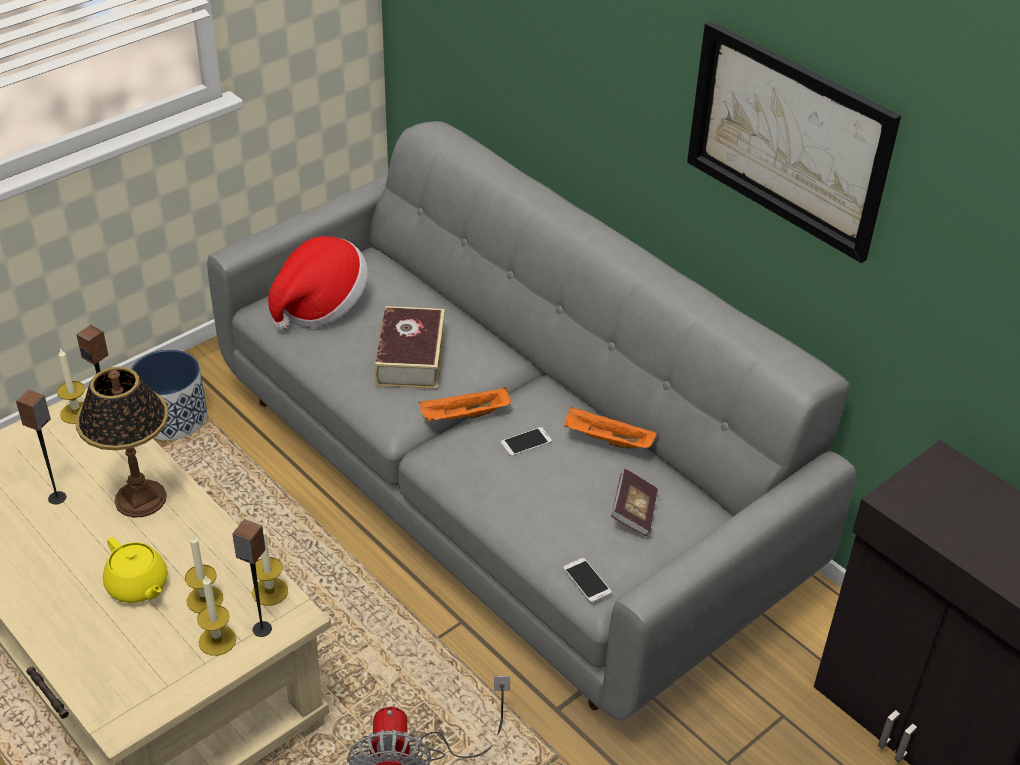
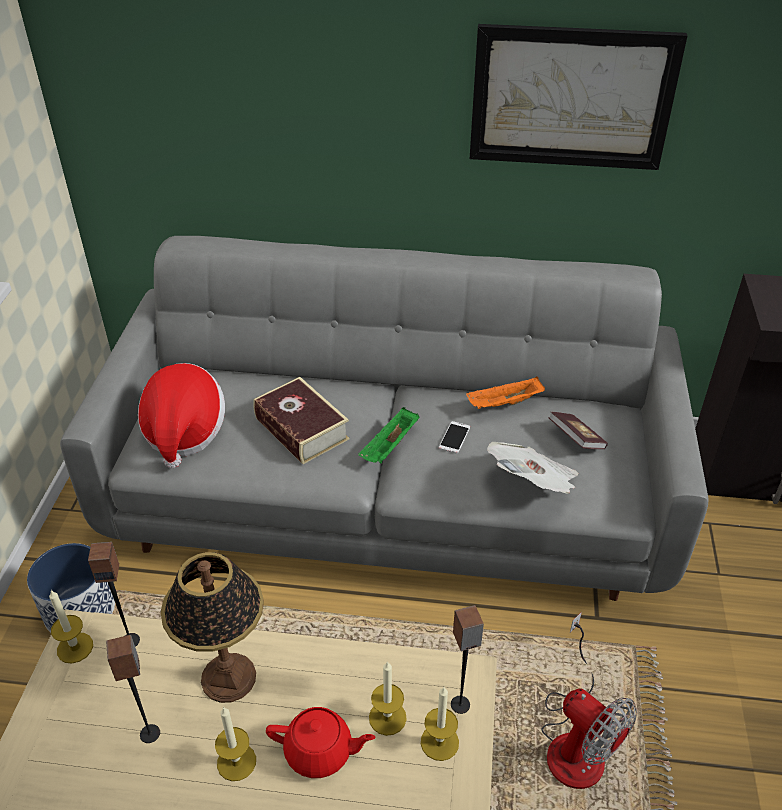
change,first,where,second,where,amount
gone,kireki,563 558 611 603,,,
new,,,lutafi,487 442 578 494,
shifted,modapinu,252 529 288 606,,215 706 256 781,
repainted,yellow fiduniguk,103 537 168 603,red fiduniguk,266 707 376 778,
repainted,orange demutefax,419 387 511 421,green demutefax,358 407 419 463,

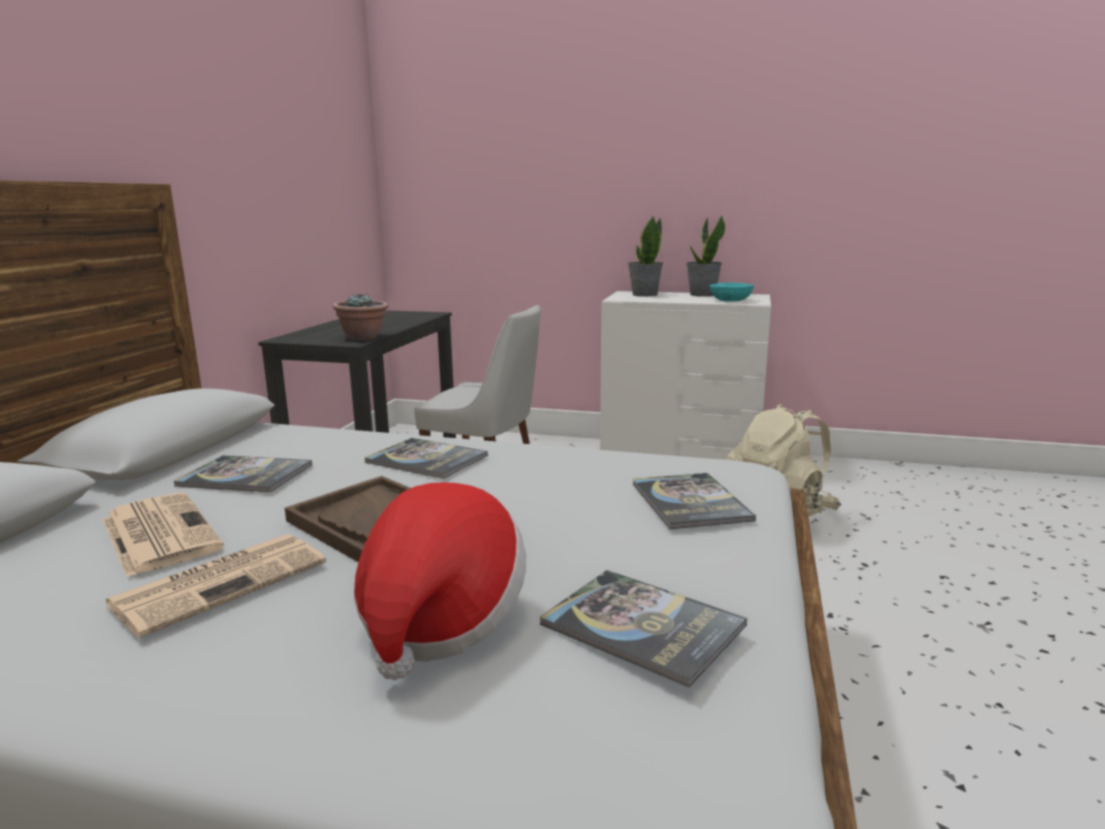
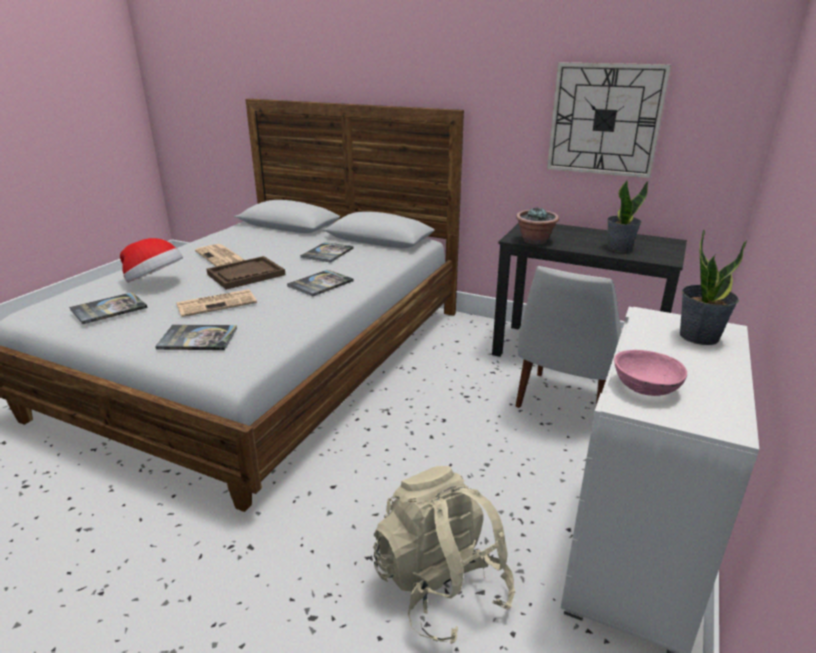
change,first,where,second,where,amount
new,,,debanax,547 62 671 178,
shifted,lutafi,103 493 224 577,,176 289 257 317,
shifted,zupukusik,686 215 725 297,,607 180 648 252,
repainted,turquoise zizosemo,709 283 754 302,pink zizosemo,614 350 687 396,

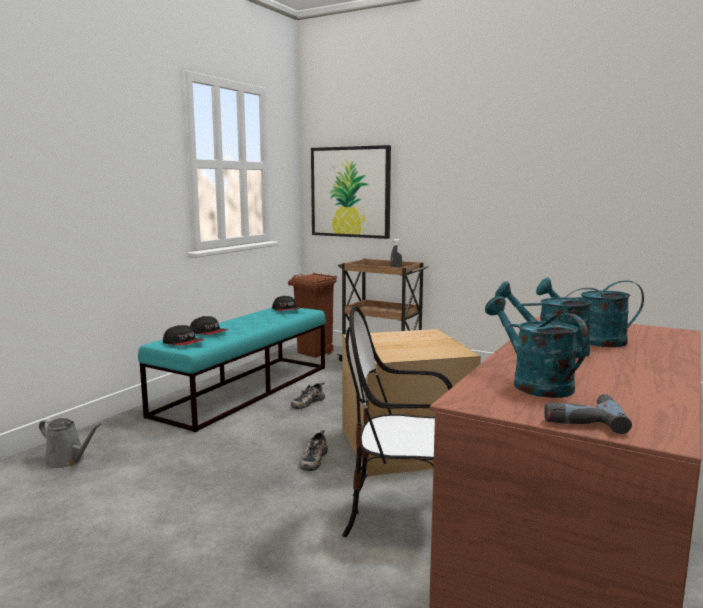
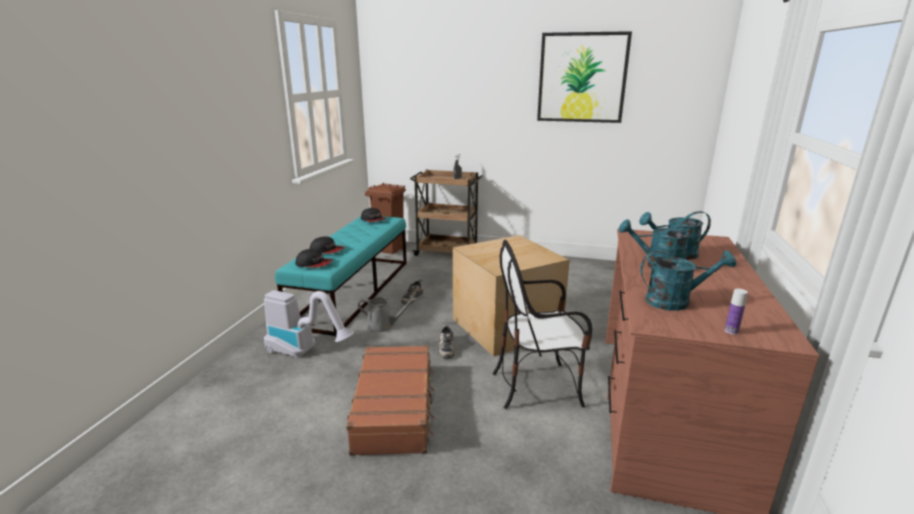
change,first,where,second,where,amount
new,,,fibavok,264 290 354 358,
new,,,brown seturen,346 345 434 456,
shifted,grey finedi,39 418 101 469,,358 297 416 333,
shifted,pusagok,311 145 391 239,,537 31 632 123,
swapped,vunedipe,544 394 632 434,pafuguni,725 289 748 335,
rotated,turquoise finedi,485 296 589 398,,640 250 736 311,135 degrees clockwise

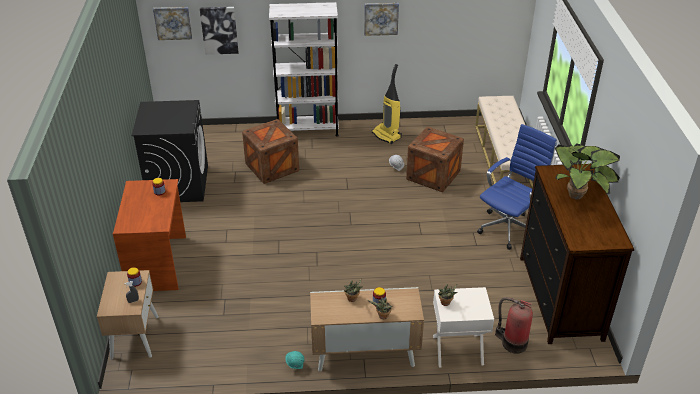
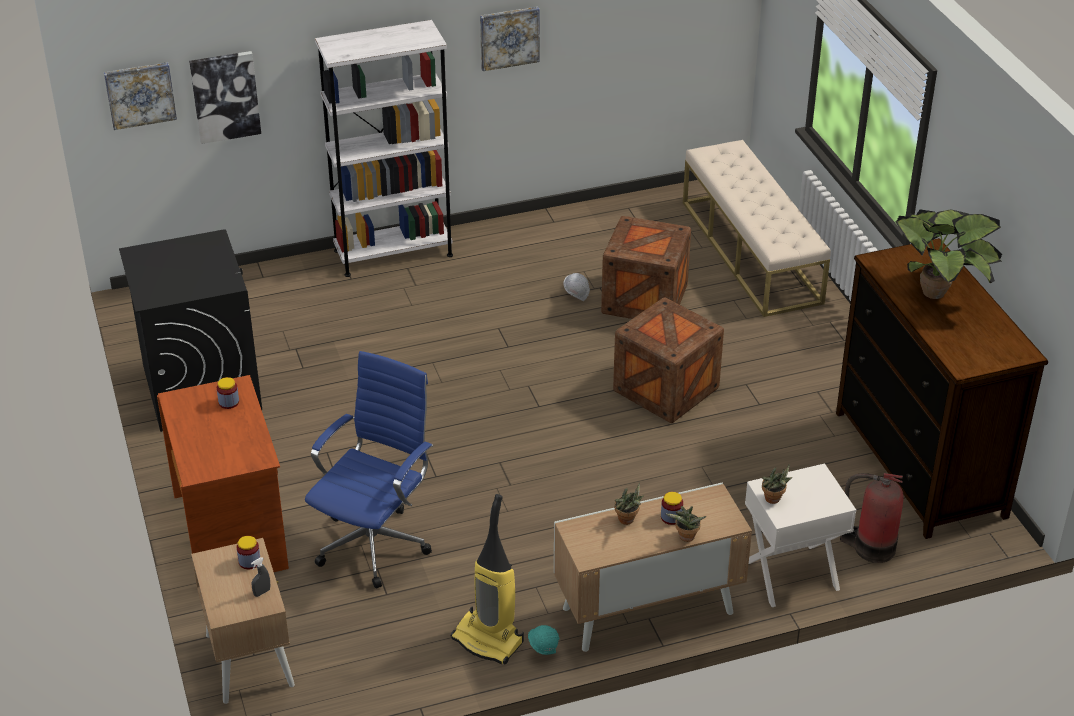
change,first,where,second,where,amount
shifted,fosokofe,242 119 299 184,,613 297 724 423,
shifted,fibavok,371 64 402 144,,451 494 524 664,
shifted,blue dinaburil,477 124 557 250,,305 351 433 588,

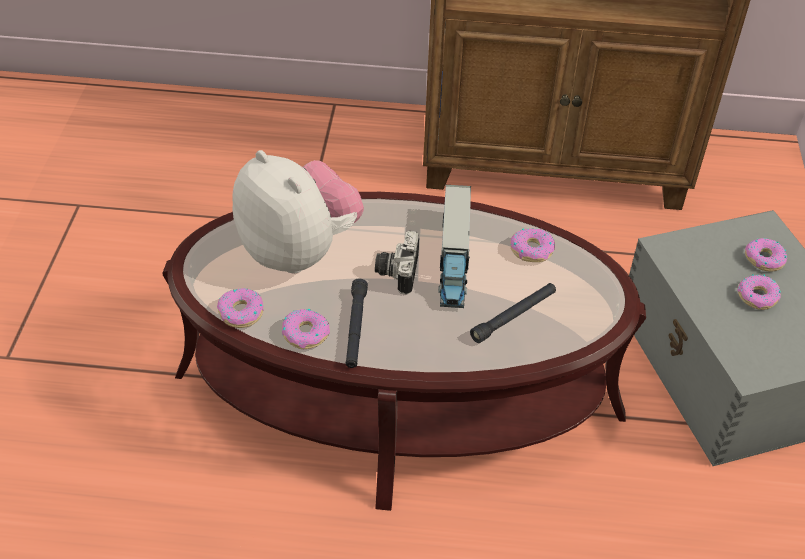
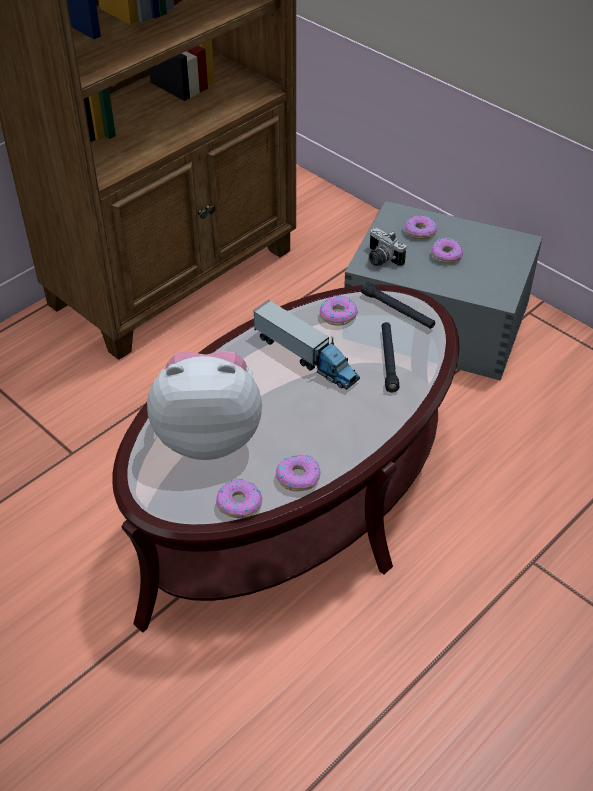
change,first,where,second,where,amount
shifted,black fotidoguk,345 279 368 368,,361 282 435 329,
shifted,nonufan,375 231 419 295,,369 228 406 267,

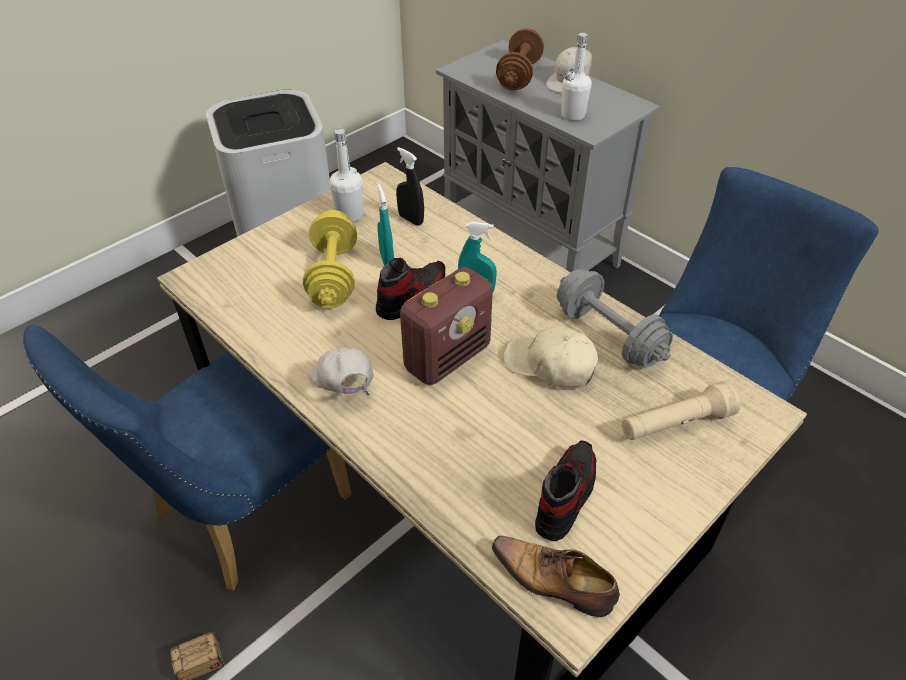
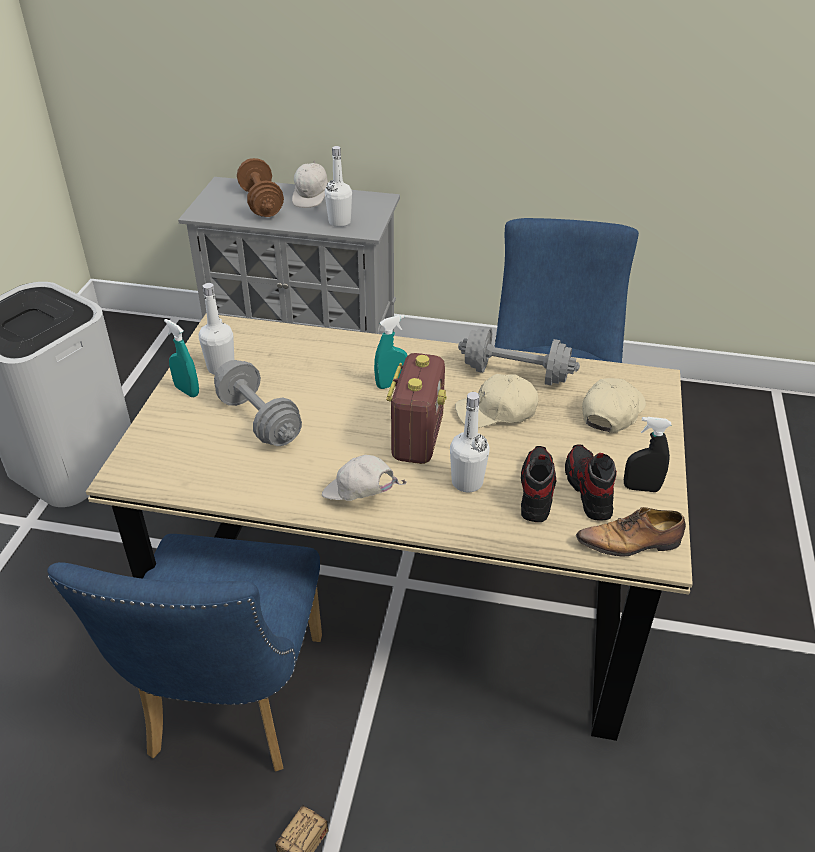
change,first,where,second,where,amount
new,,,white pafuguni,450 392 490 492,
shifted,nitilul,376 258 445 320,,521 446 556 522,
shifted,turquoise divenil,377 184 394 266,,164 319 199 397,
shifted,black divenil,396 147 424 226,,624 417 671 492,
swapped,beige fotidoguk,622 381 740 440,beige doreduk,582 378 646 433,
repainted,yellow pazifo,303 210 357 308,grey pazifo,214 360 302 446,

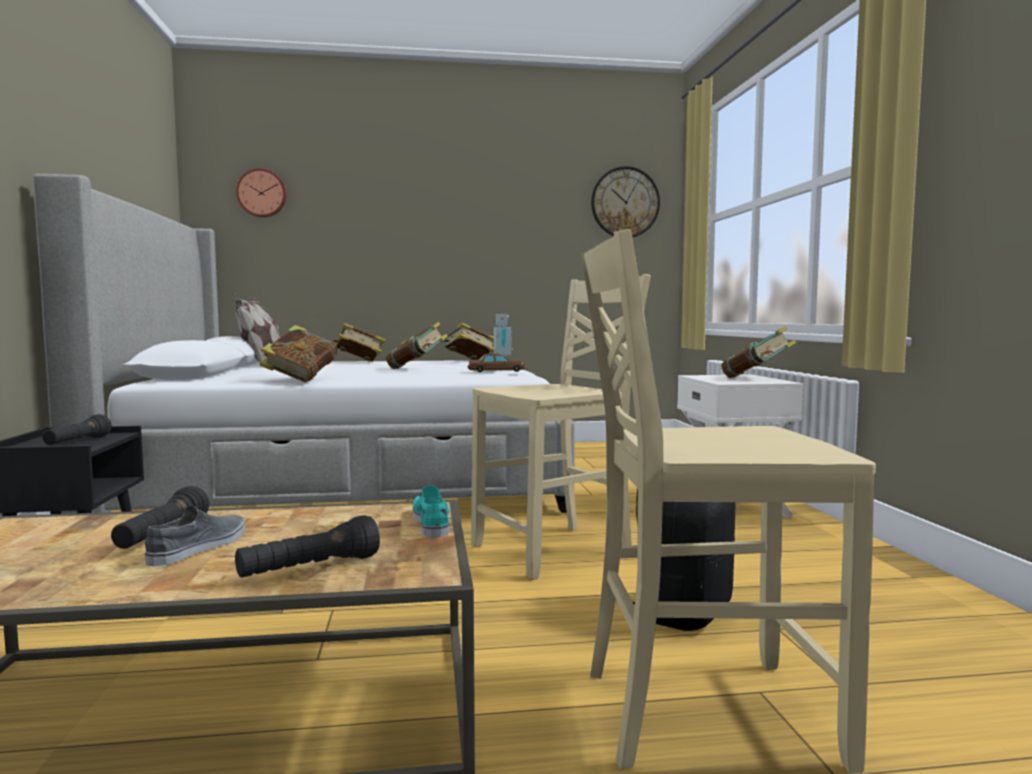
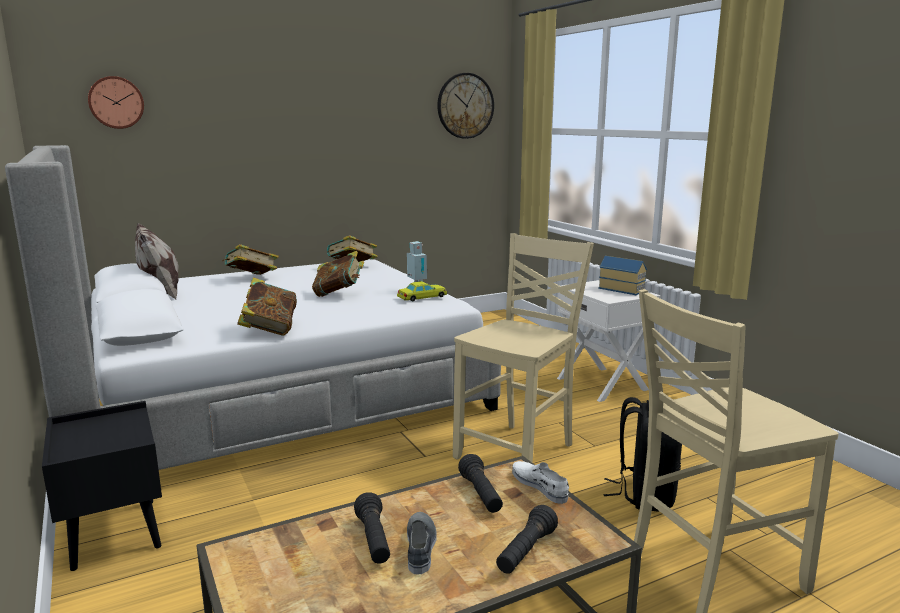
change,first,where,second,where,amount
shifted,black fotidoguk,42 414 112 445,,458 454 503 513,
swapped,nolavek,721 326 796 378,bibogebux,598 256 647 295,
repainted,turquoise nitilul,413 485 449 538,white nitilul,512 461 569 504,
repainted,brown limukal,468 354 525 372,yellow limukal,397 281 447 301,

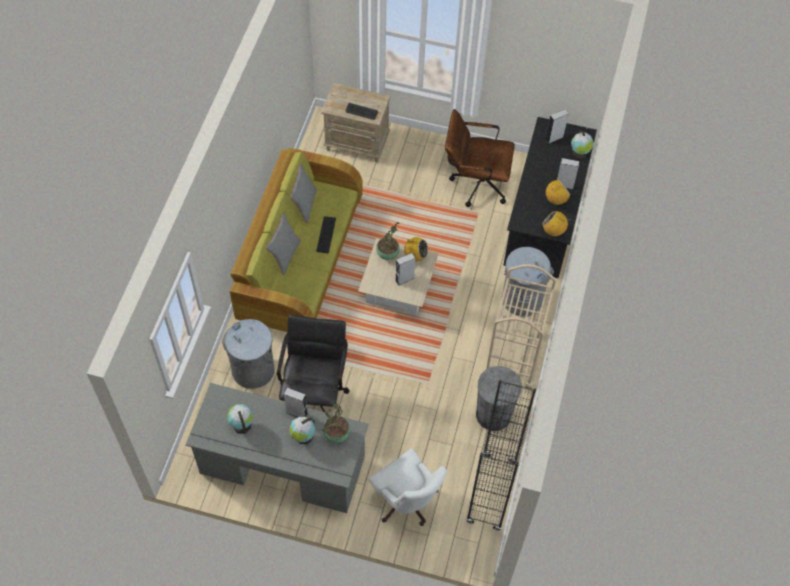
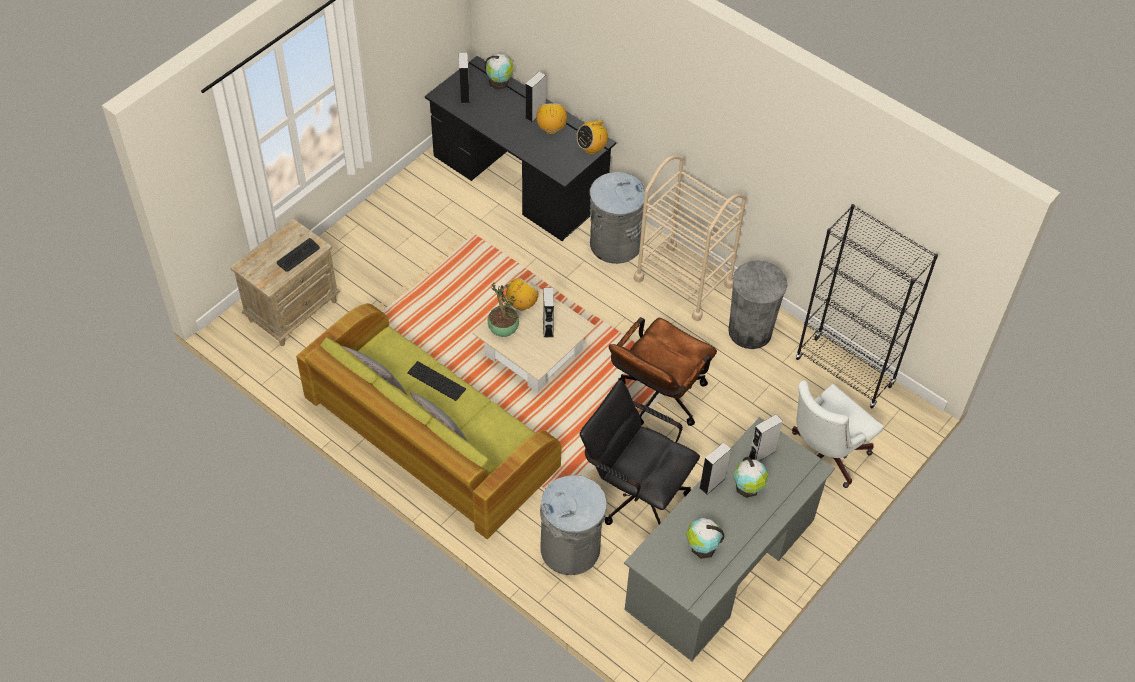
change,first,where,second,where,amount
shifted,brown dinaburil,445 109 515 207,,609 317 717 426,
swapped,zupukusik,322 403 350 443,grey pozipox,748 414 783 461,
rotated,white dinaburil,369 448 447 526,,792 380 883 488,150 degrees clockwise

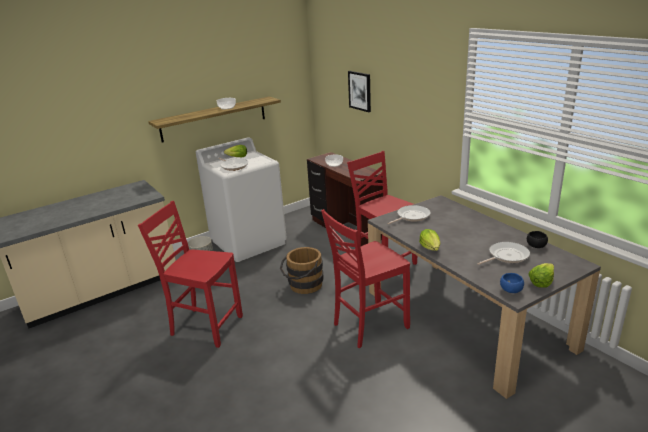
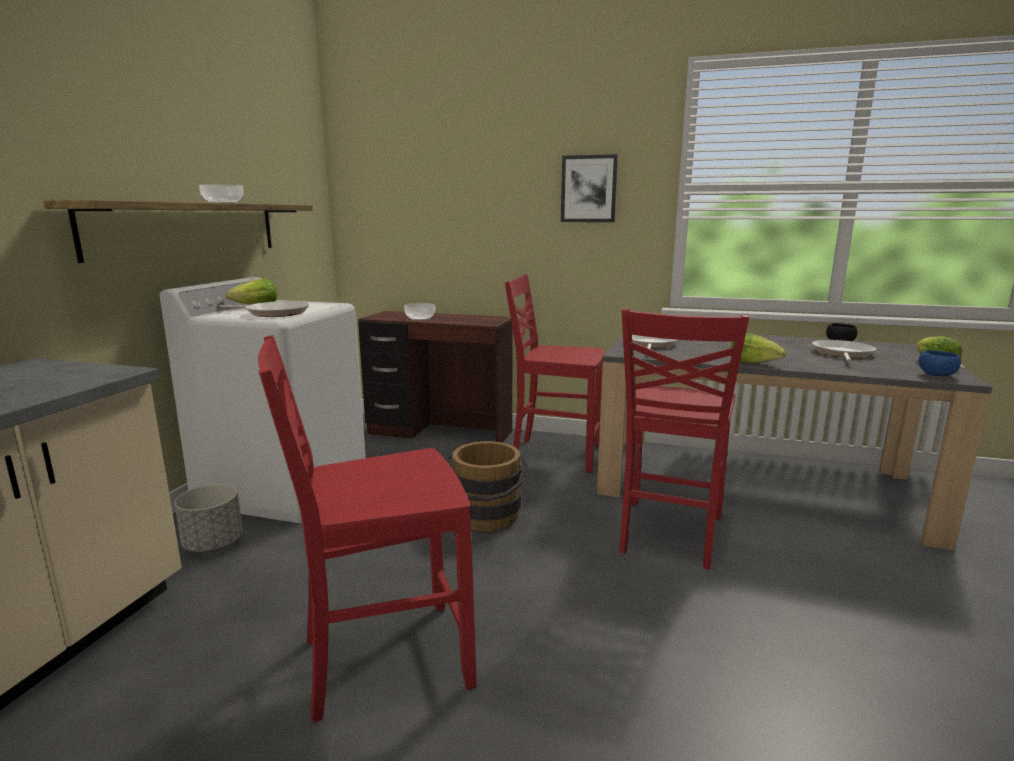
change,first,where,second,where,amount
shifted,pusagok,348 71 371 112,,561 154 618 222,

